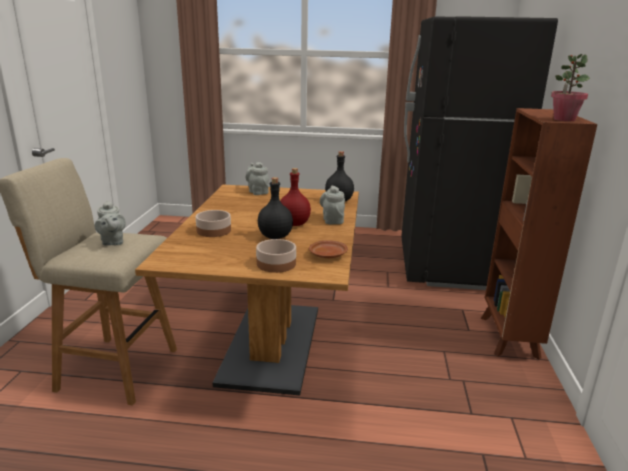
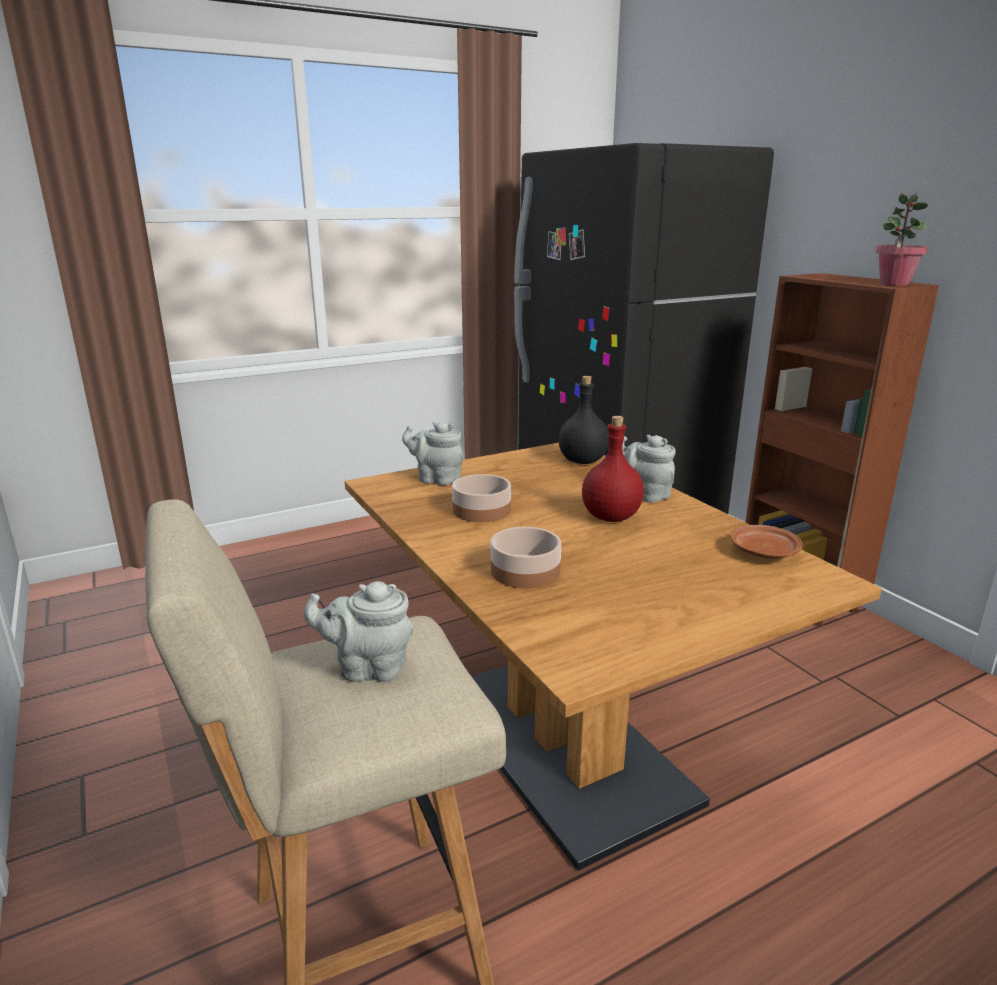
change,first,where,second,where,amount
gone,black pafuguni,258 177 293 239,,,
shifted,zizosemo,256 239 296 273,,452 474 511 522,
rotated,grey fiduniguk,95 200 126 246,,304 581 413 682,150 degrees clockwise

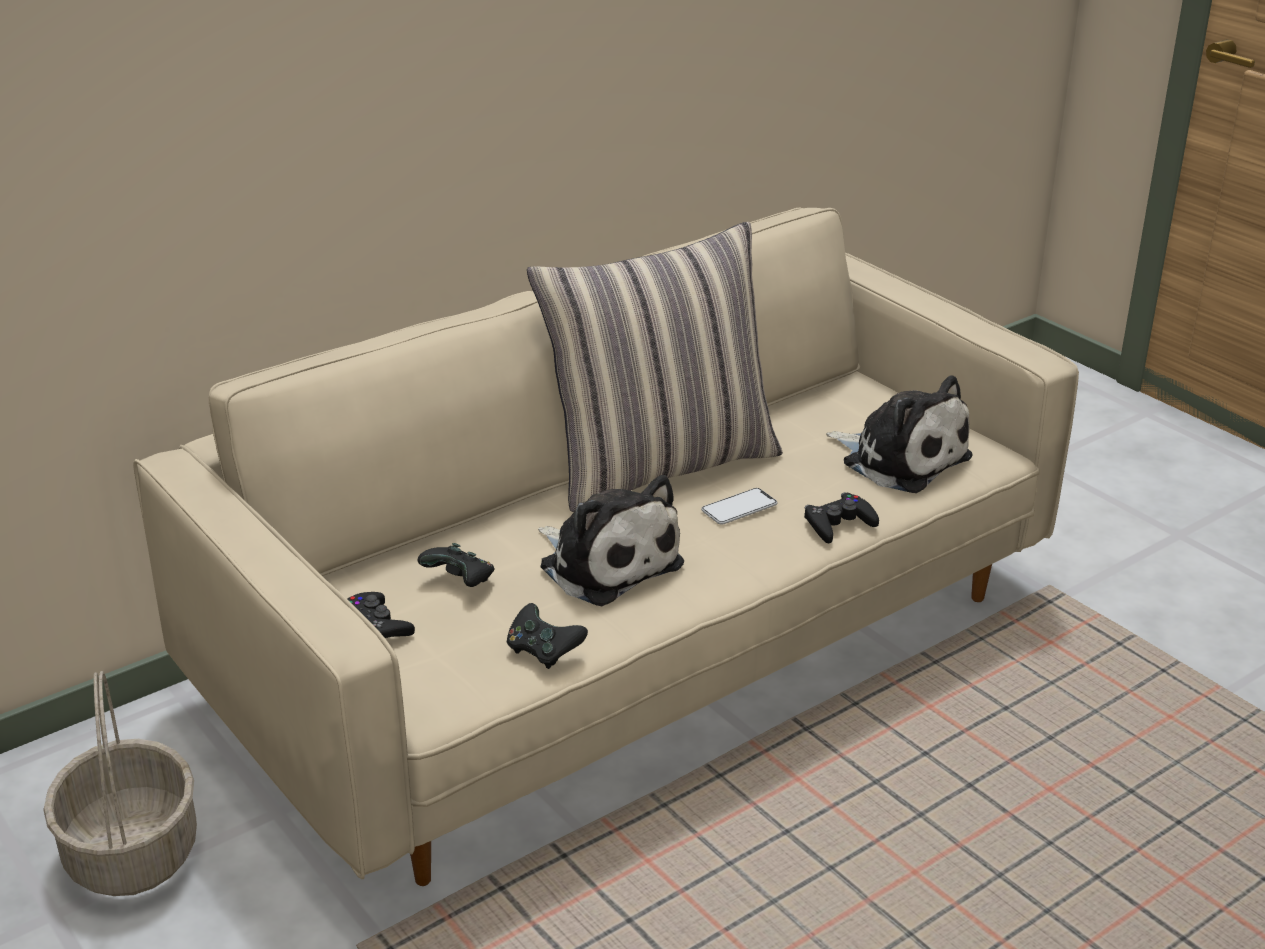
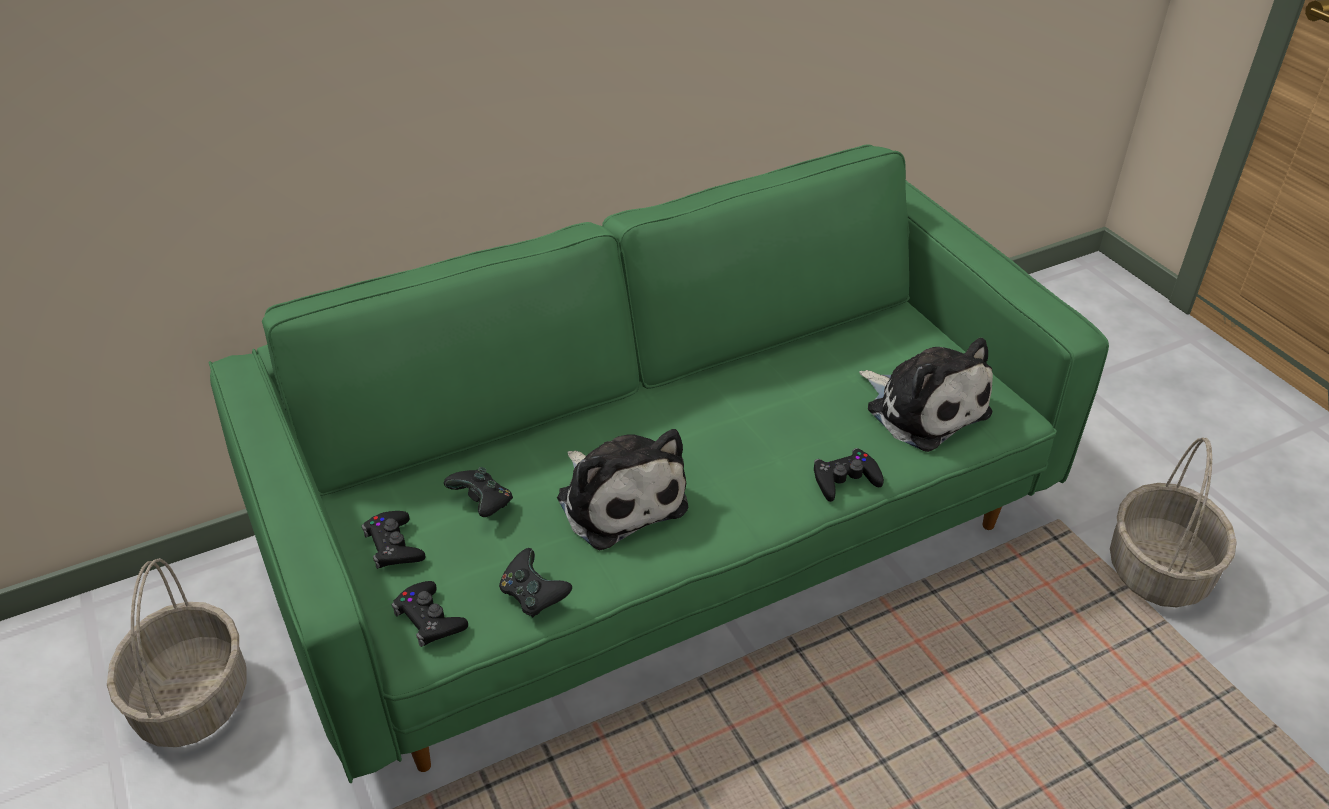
change,first,where,second,where,amount
gone,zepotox,527 222 783 512,,,
gone,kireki,701 488 777 525,,,
new,,,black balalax,392 581 468 647,
new,,,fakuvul,1110 437 1237 607,
repainted,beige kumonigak,133 208 1079 886,green kumonigak,208 144 1109 783,

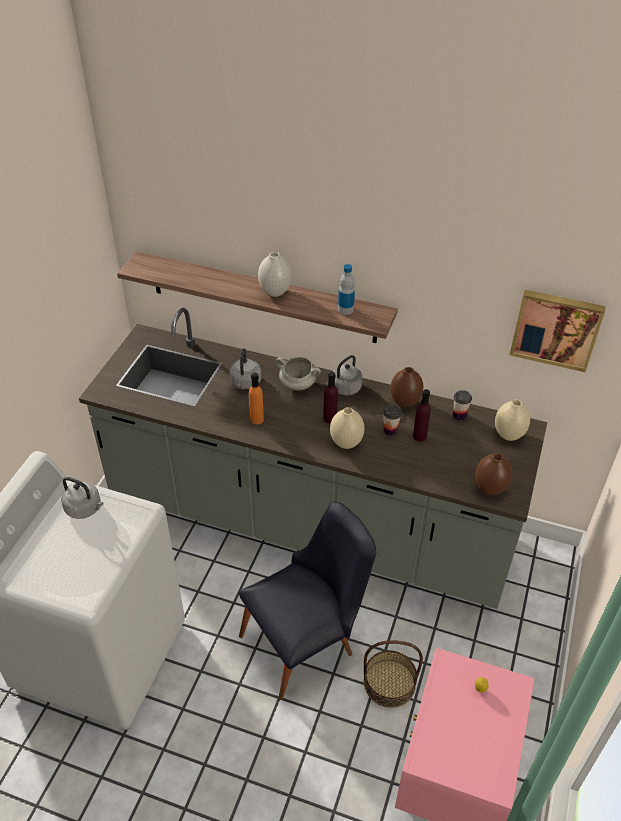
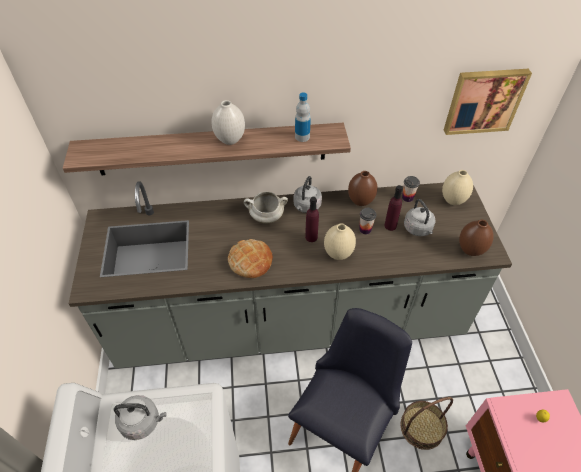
change,first,where,second,where,amount
shifted,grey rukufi,230 348 261 389,,404 199 435 236,
swapped,orange pafuguni,249 373 264 424,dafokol,228 239 273 278,

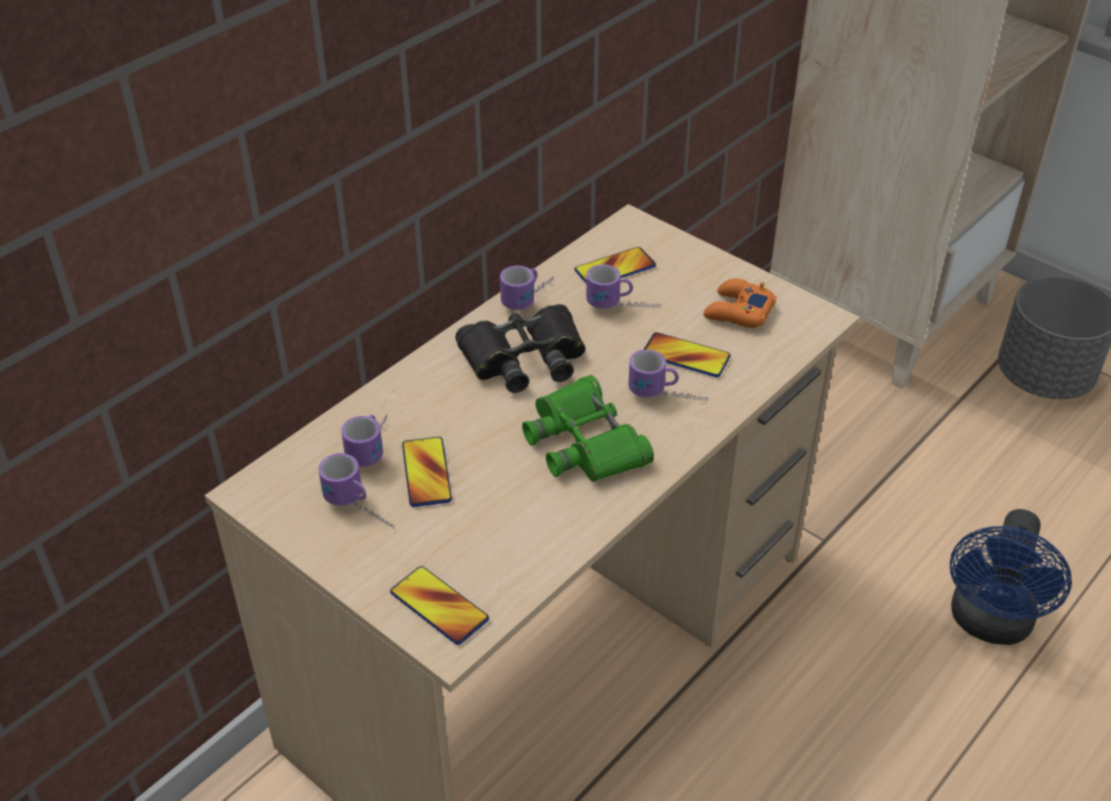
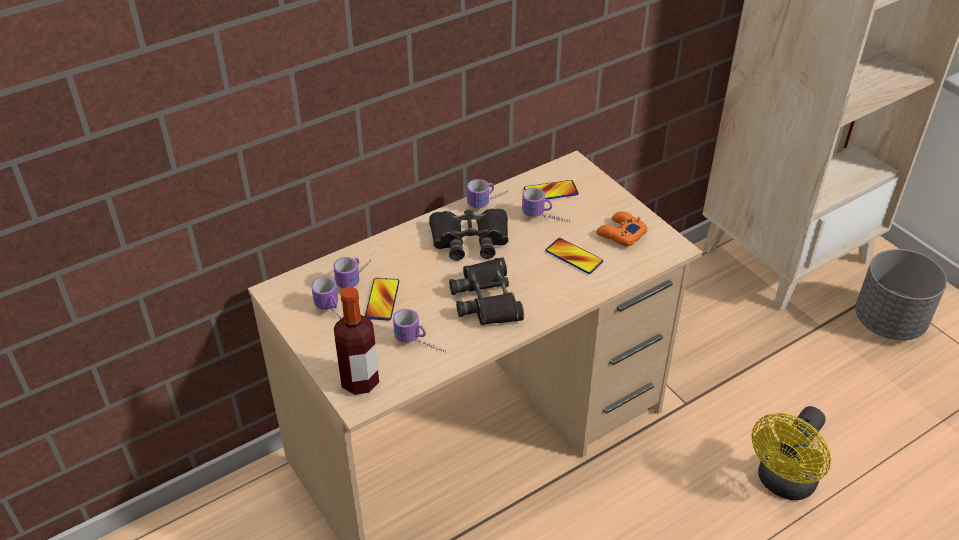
change,first,where,second,where,amount
shifted,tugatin,628 350 708 401,,393 309 446 353,
swapped,kireki,390 566 489 645,pafuguni,334 287 379 395,
repainted,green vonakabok,522 375 654 482,black vonakabok,449 257 524 325,
repainted,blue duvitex,950 509 1072 645,yellow duvitex,751 406 831 500,

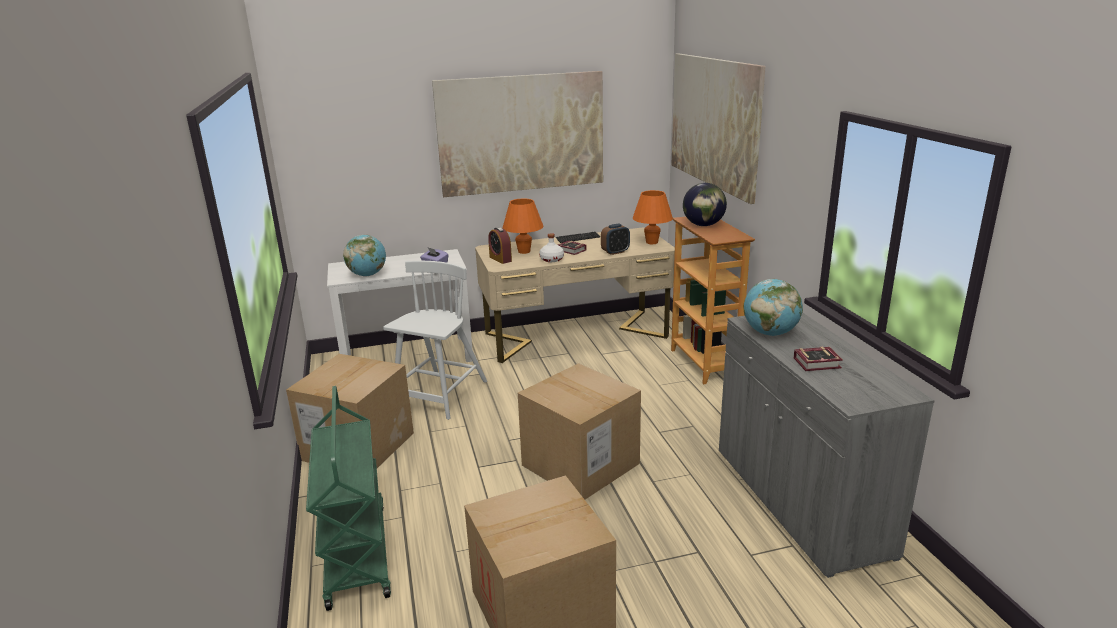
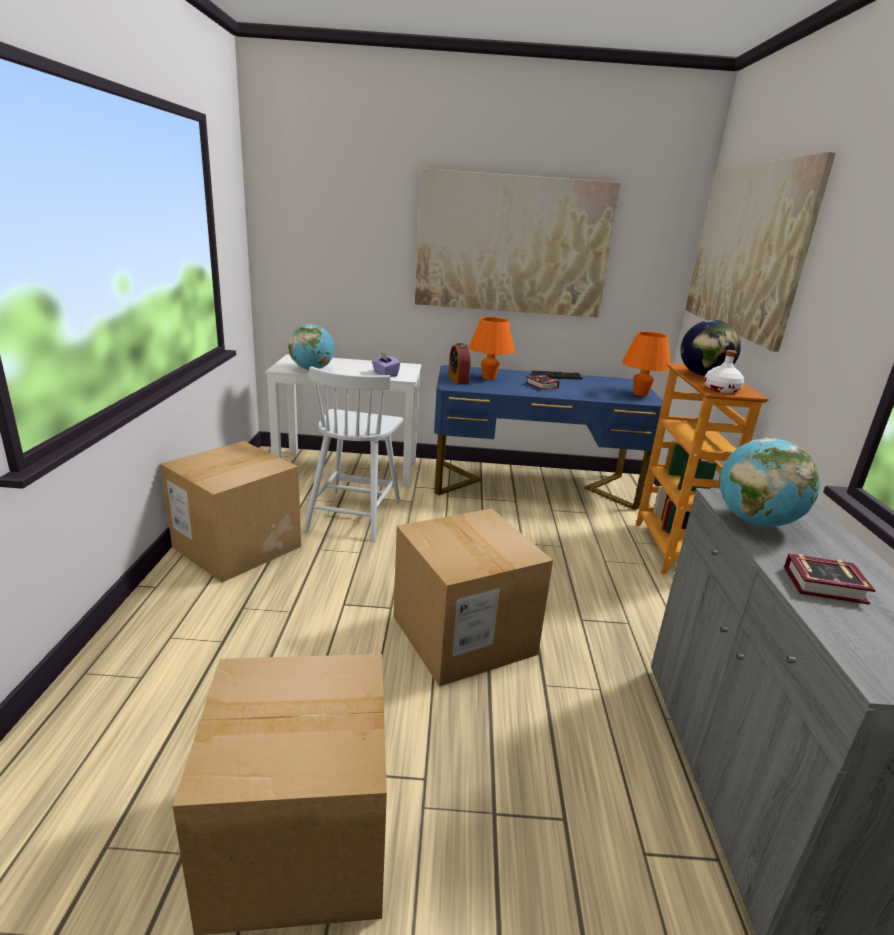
change,first,where,second,where,amount
gone,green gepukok,306 386 391 611,,,
gone,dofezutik,601 224 630 255,,,
shifted,white pafuguni,539 233 564 262,,704 350 744 393,
repainted,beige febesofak,475 228 675 363,blue febesofak,434 365 663 510,
rotated,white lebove,383 261 487 420,,303 366 403 542,150 degrees clockwise

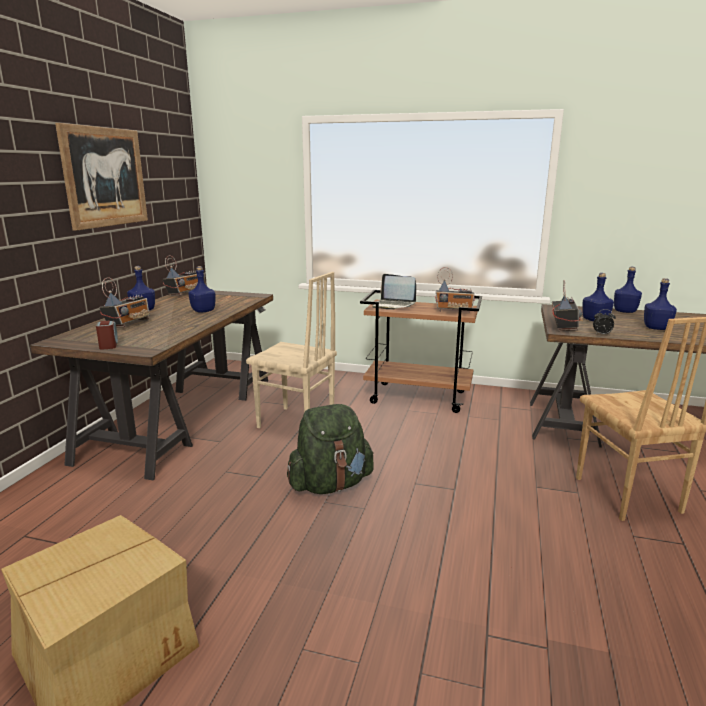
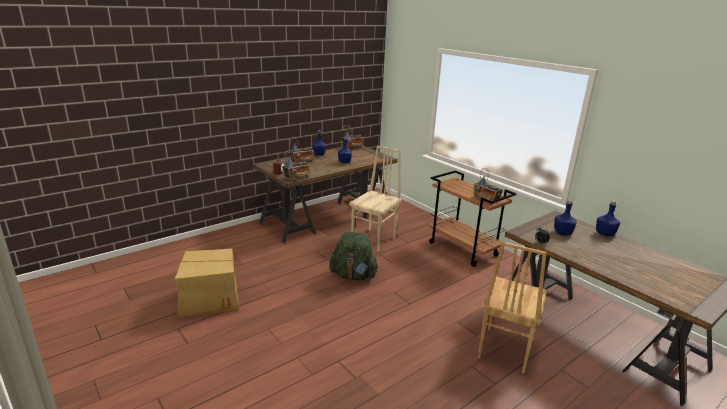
change,first,where,second,where,amount
gone,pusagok,55 123 148 231,,,
gone,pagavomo,373 274 416 309,,,
gone,blue pafuguni,644 278 677 330,,,
shifted,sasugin,552 280 583 331,,282 151 310 180,
rotated,beige lebove,246 272 337 428,,349 146 401 252,120 degrees counterclockwise

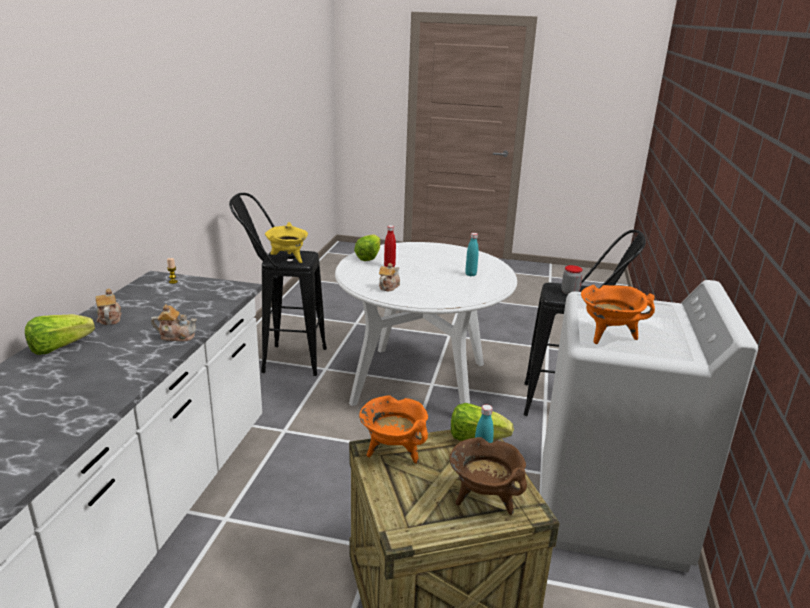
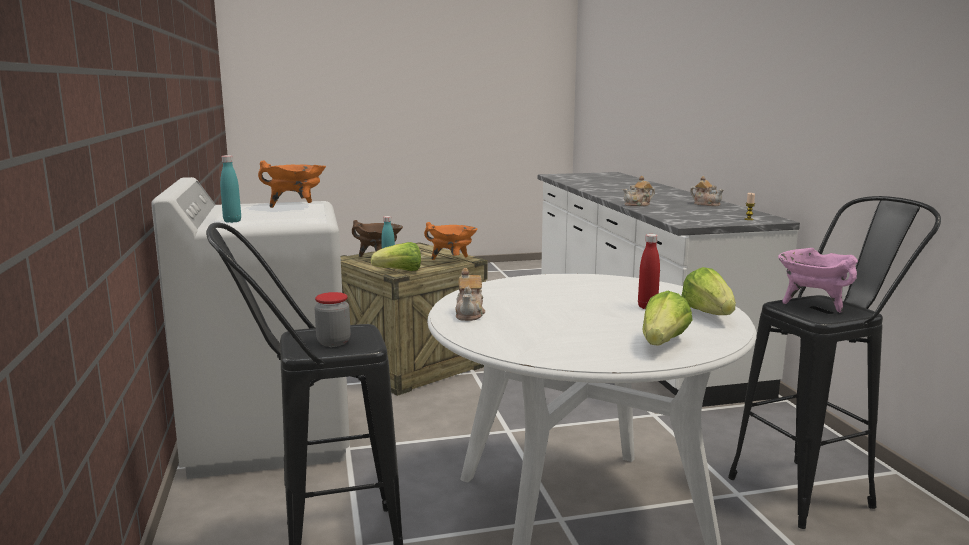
change,first,where,second,where,amount
shifted,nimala,25 314 95 355,,643 291 693 345,
shifted,fiduniguk,379 263 400 291,,456 268 485 321,
shifted,turquoise pafuguni,465 233 479 276,,220 155 241 223,
repainted,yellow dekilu,265 222 308 263,pink dekilu,778 248 858 313,

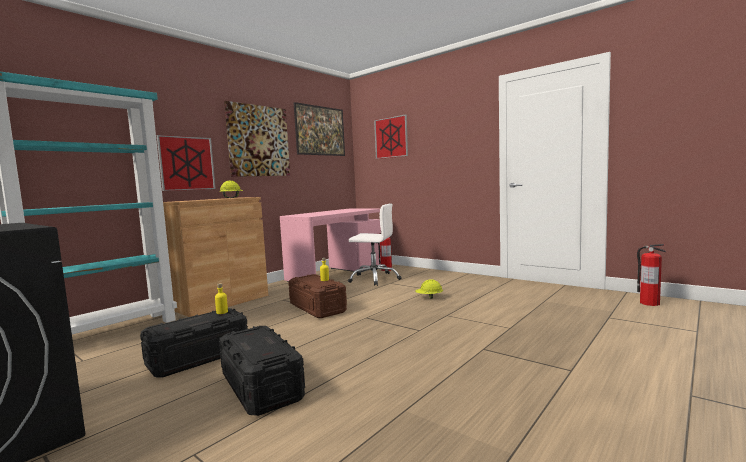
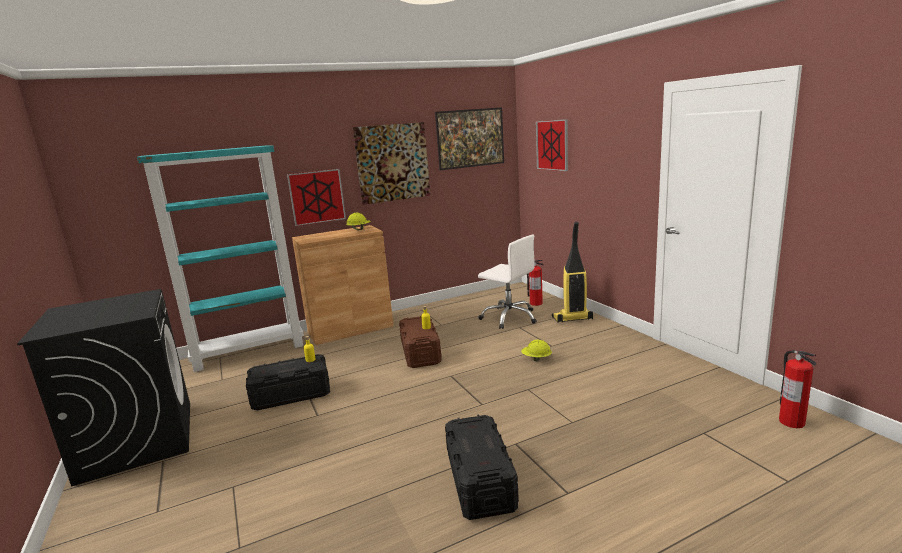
change,first,where,second,where,amount
gone,pink febesofak,280 208 381 282,,,
new,,,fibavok,552 222 593 323,
shifted,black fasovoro,219 326 305 416,,445 415 519 520,

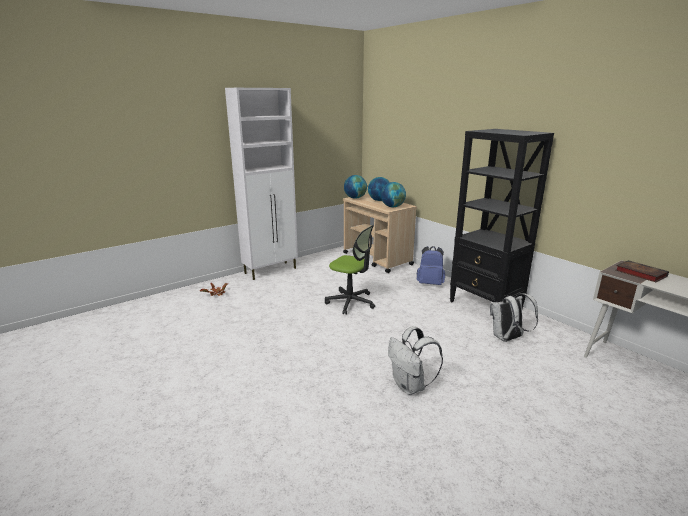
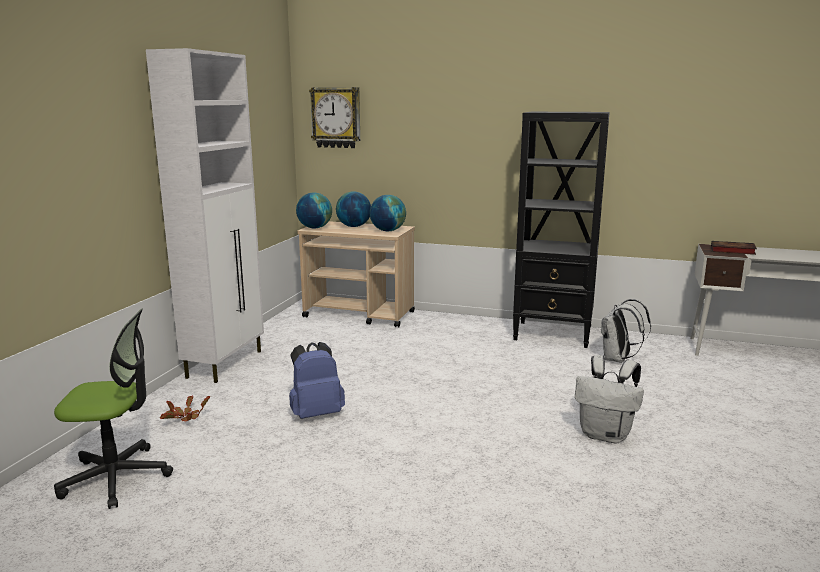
change,first,where,second,where,amount
new,,,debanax,309 87 360 148,
shifted,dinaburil,325 225 375 315,,54 309 173 509,
shifted,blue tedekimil,417 246 445 285,,289 342 345 419,

